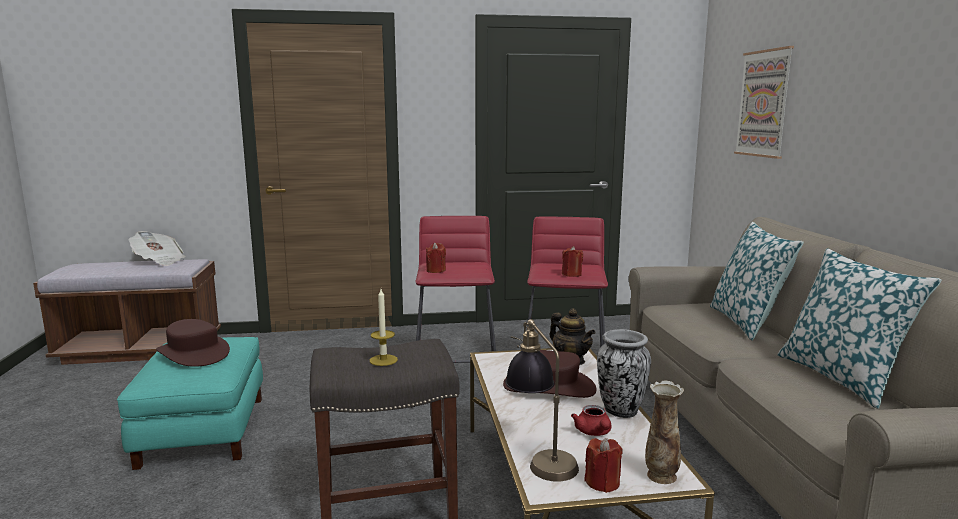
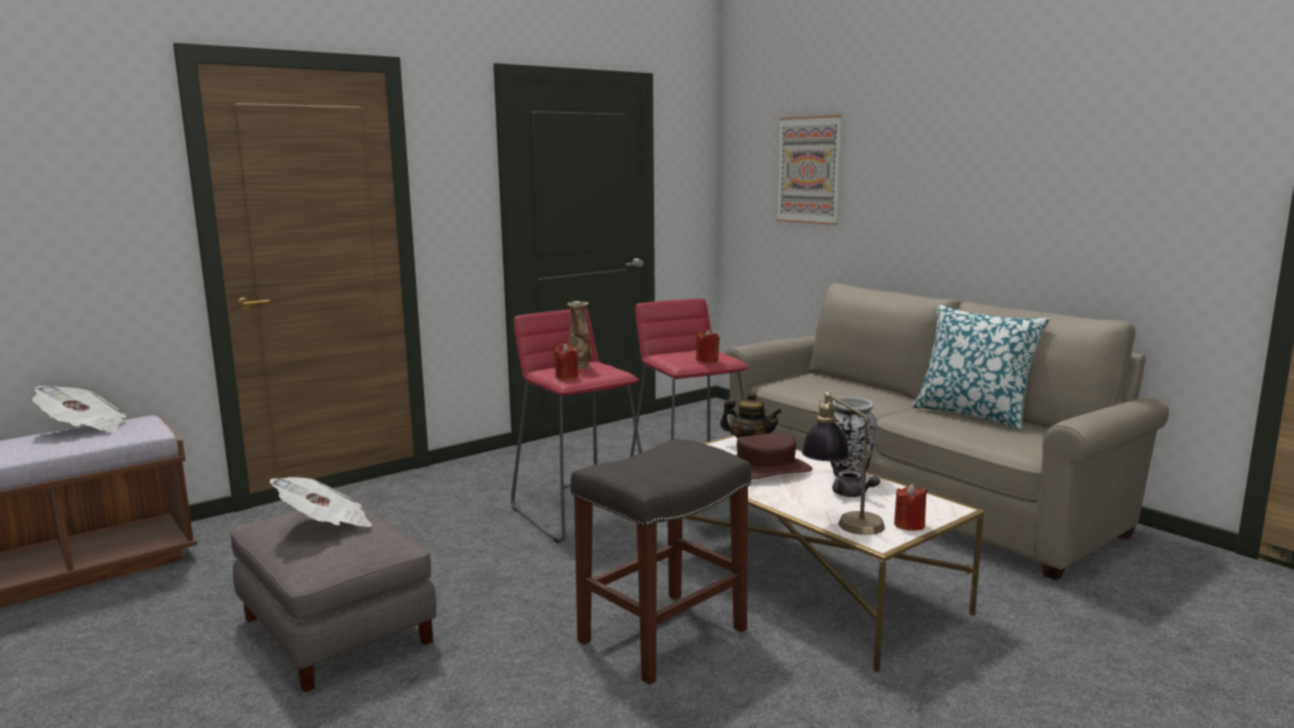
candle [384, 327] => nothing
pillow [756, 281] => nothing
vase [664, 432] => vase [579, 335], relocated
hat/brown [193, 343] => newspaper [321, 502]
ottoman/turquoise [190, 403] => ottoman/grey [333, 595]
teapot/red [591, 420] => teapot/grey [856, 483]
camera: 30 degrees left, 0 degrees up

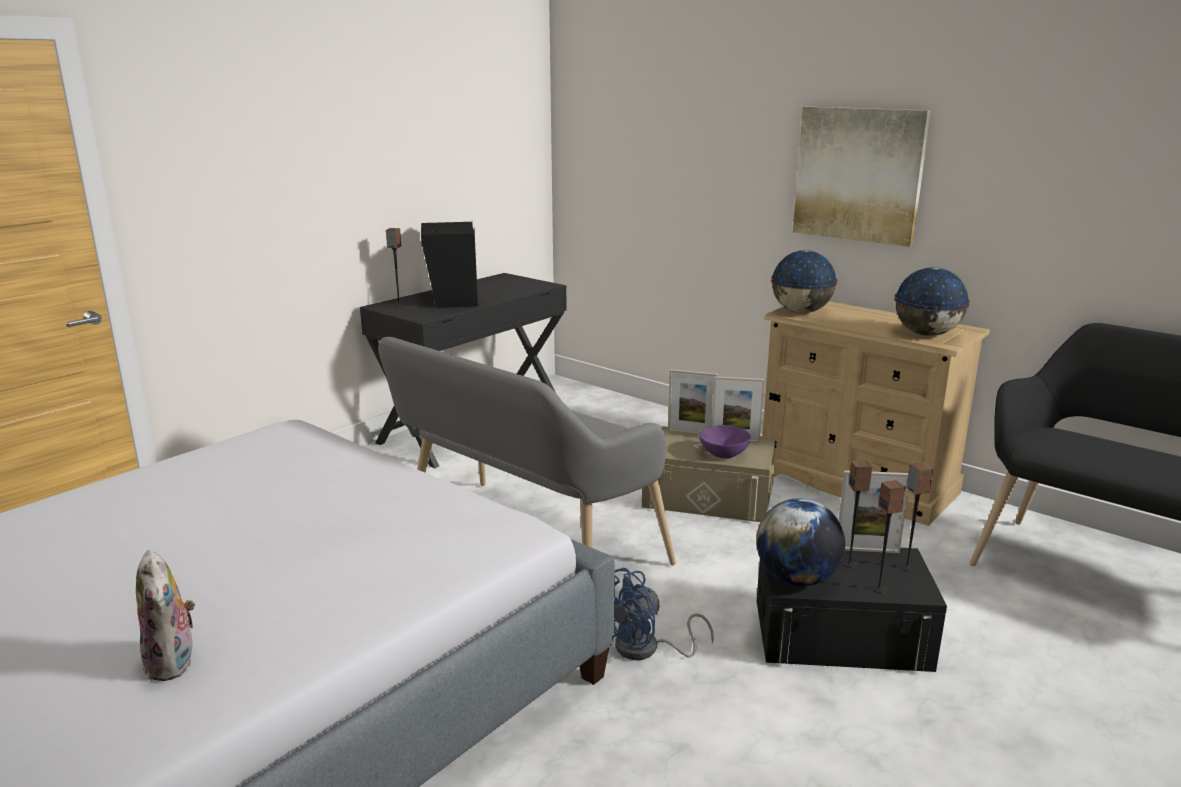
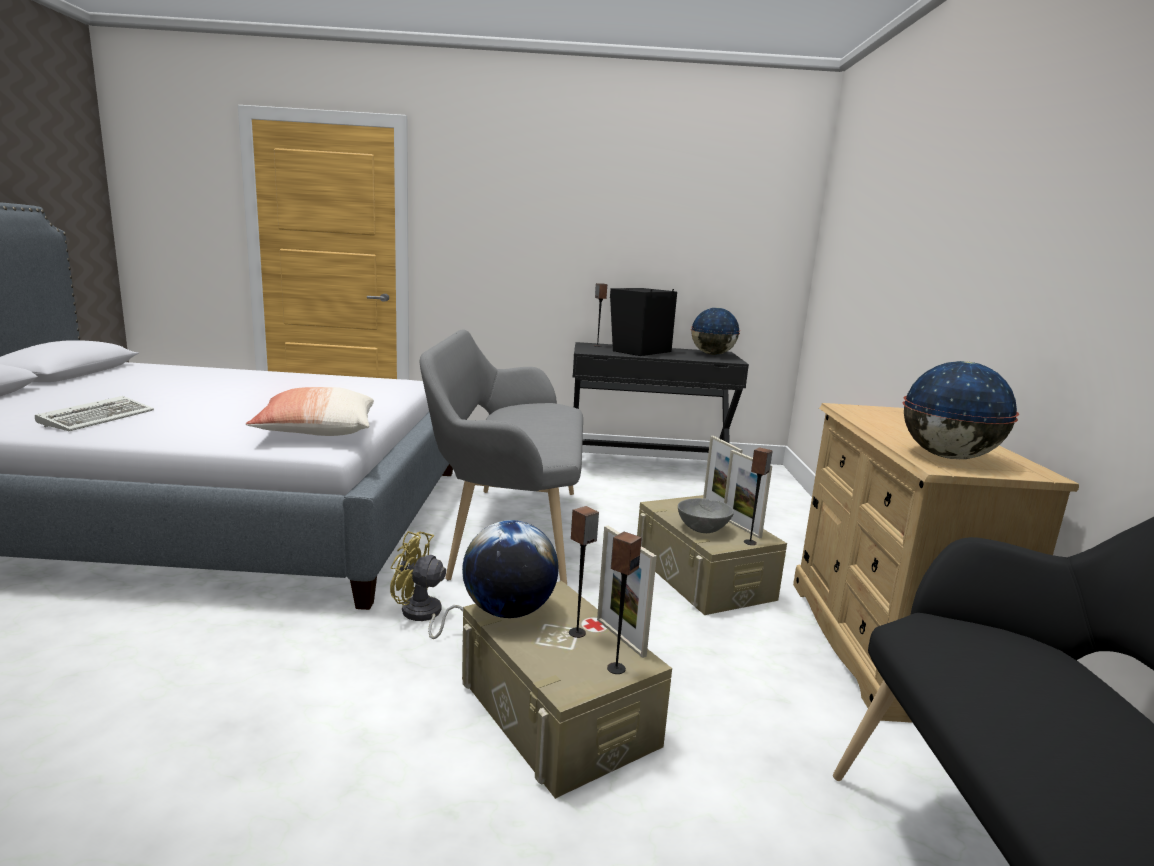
picture [862, 177] => nothing
nothing => pillow [310, 411]
globe [804, 281] => globe [715, 331], relocated
speaker [888, 536] => speaker [758, 496], relocated
plush toy [166, 615] => keyboard [94, 413]
fan/blue [663, 614] => fan/yellow [426, 586]
bowl/purple [725, 441] => bowl/grey [706, 515]
storage box/black [852, 610] => storage box/beige [567, 690]
camera: 50 degrees right, 5 degrees down

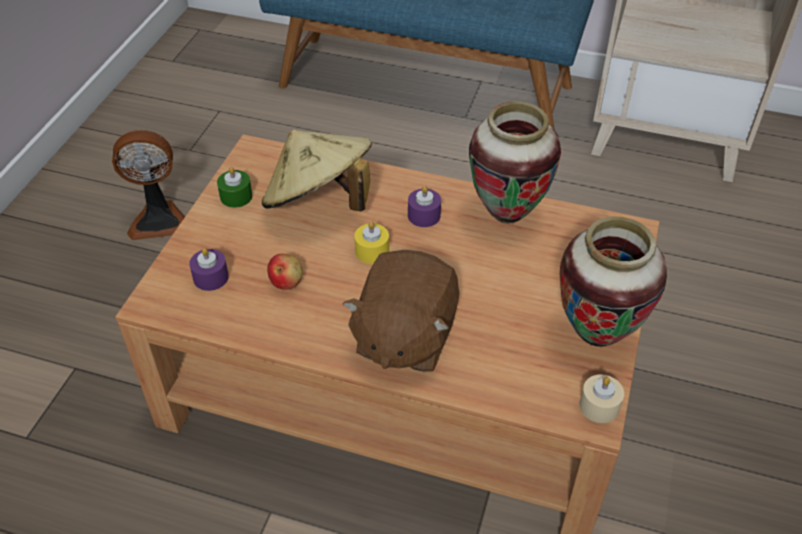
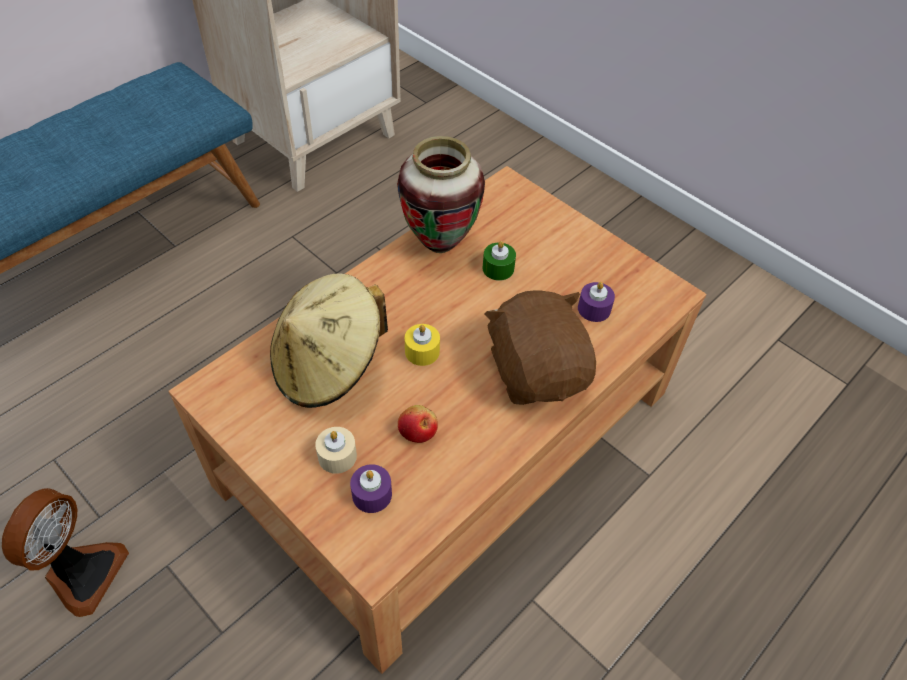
vase [613, 282] => nothing
candle/green [235, 187] => candle/green [499, 261], relocated
candle/purple [424, 206] => candle/purple [596, 302], relocated
candle/beige [601, 398] => candle/beige [336, 450], relocated
plush toy/brown [401, 311] => plush toy/brown [540, 347], 150 degrees counterclockwise
camera: 65 degrees left, 5 degrees up

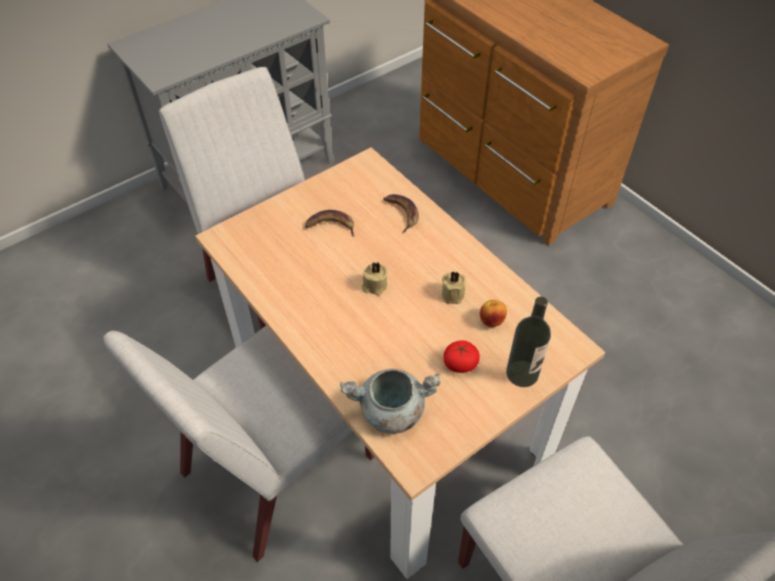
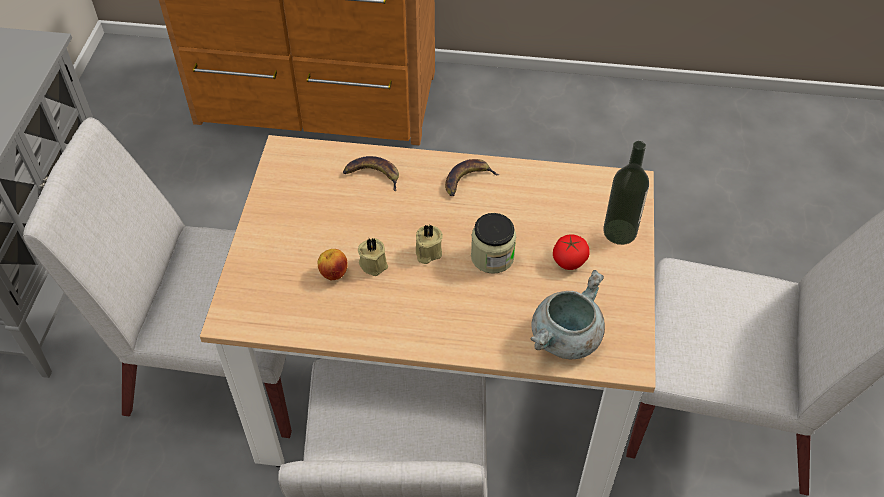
nothing => jar [493, 243]
banana [329, 223] => banana [472, 177], relocated
candle/beige [454, 287] => candle/beige [373, 257], relocated
apple [493, 313] => apple [333, 264], relocated
camera: 45 degrees left, 0 degrees up

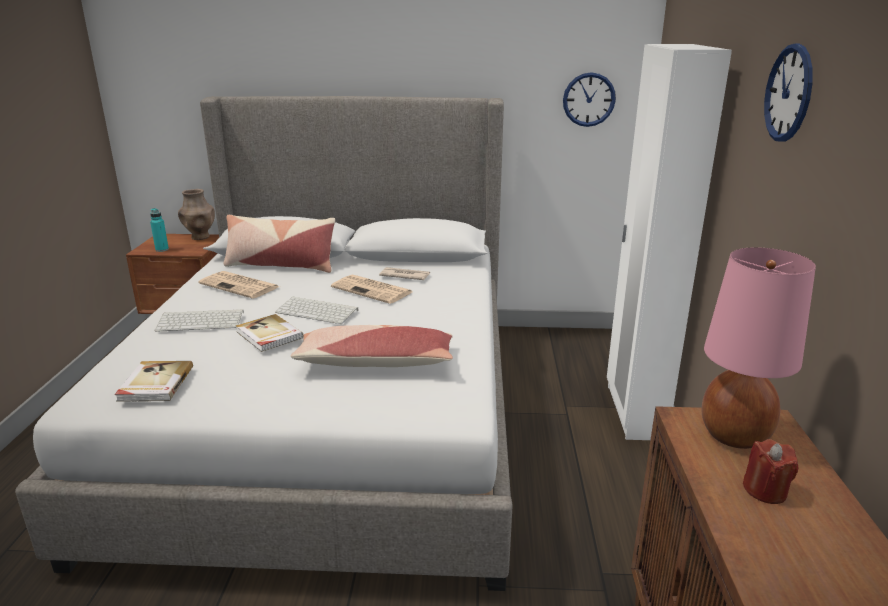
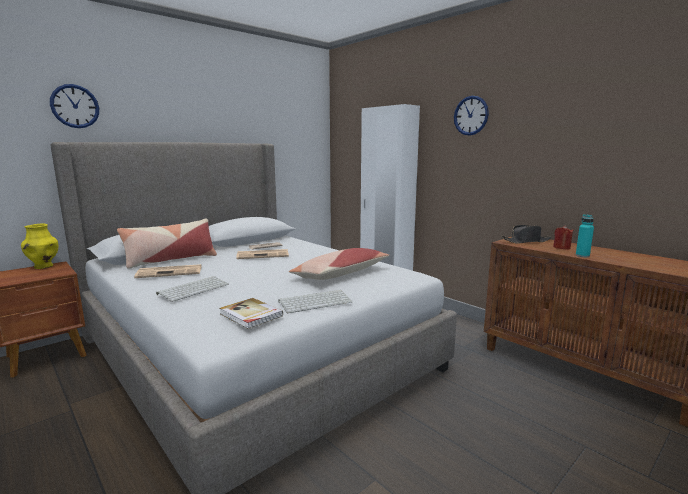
book [269, 333] => nothing
bottle/turquoise [159, 230] => bottle/turquoise [585, 235], relocated
keyboard [316, 310] => keyboard [315, 301], relocated
wall clock [589, 99] => wall clock [74, 106], relocated
table lamp/pink [759, 348] => hat/black [526, 234]
vase/brown [196, 214] => vase/yellow [39, 246]
camera: 45 degrees left, 10 degrees down

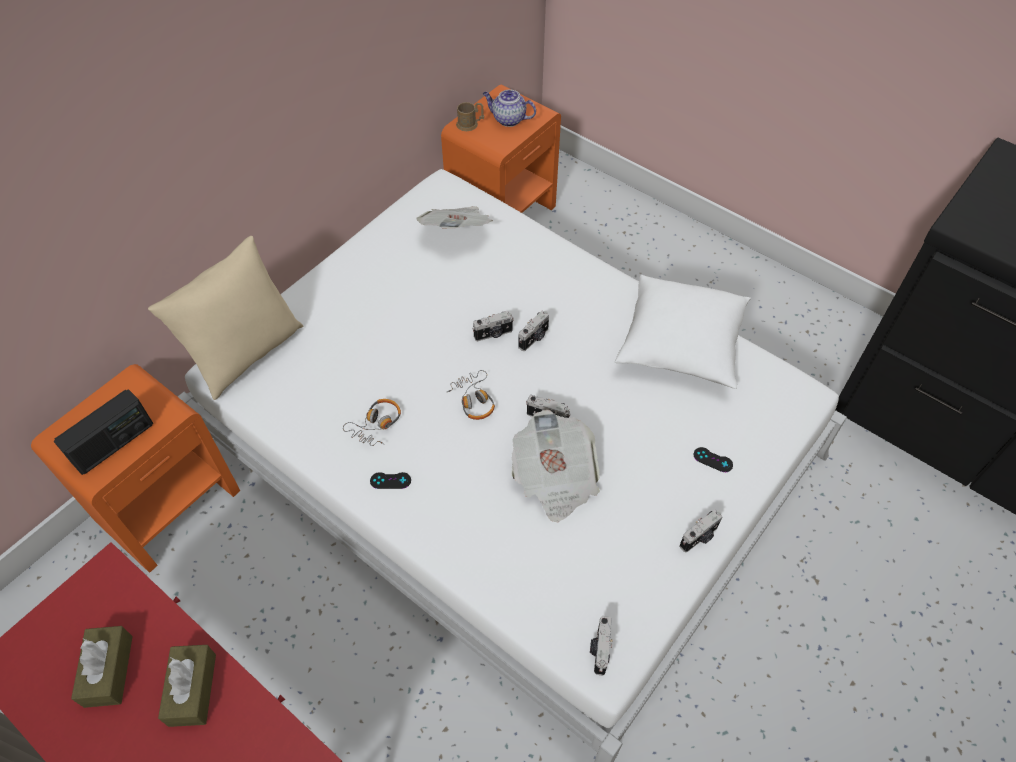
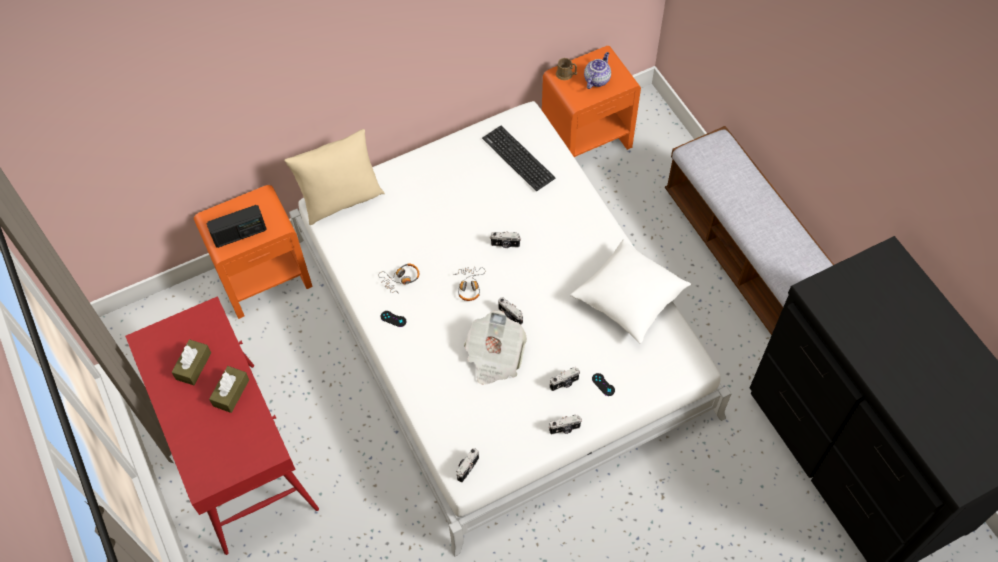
nothing => bench [749, 230]
photo camera [533, 331] => photo camera [564, 379], relocated
newspaper [455, 217] => keyboard [518, 158]
teapot [509, 108] => teapot [597, 70], 75 degrees clockwise
camera: 25 degrees right, 5 degrees up

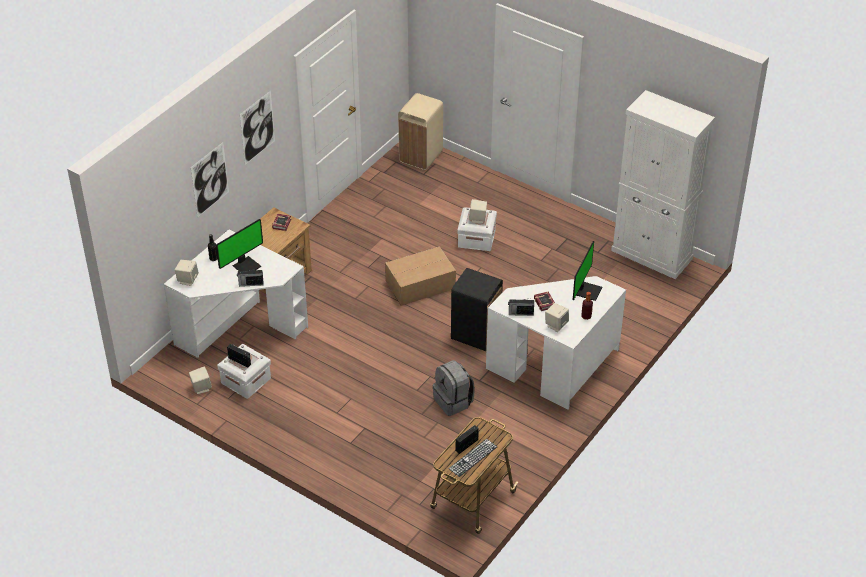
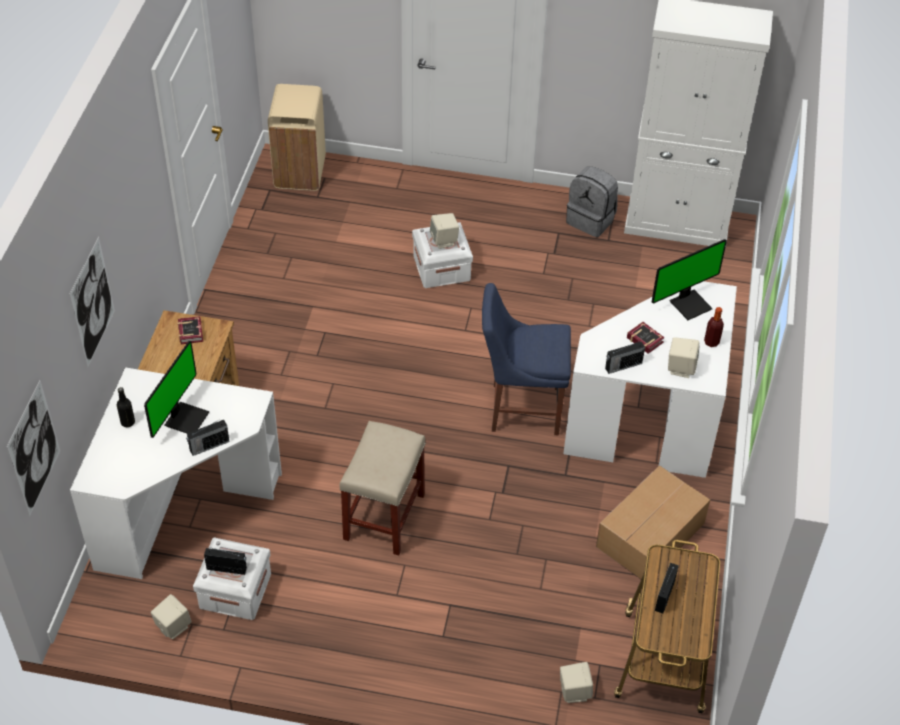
keyboard [472, 458] => nothing
nothing => stool/beige [383, 488]
speaker/beige [187, 273] => speaker/beige [576, 682], relocated
picture [257, 128] => picture [33, 448], relocated
cardboard box [420, 276] => cardboard box [653, 522], relocated
backpack/grey [454, 388] => backpack/grey [592, 201], relocated
trash can/black [477, 309] => chair/blue [526, 359]
monitor [587, 271] => monitor [689, 279], 60 degrees clockwise
camera: 25 degrees left, 5 degrees up

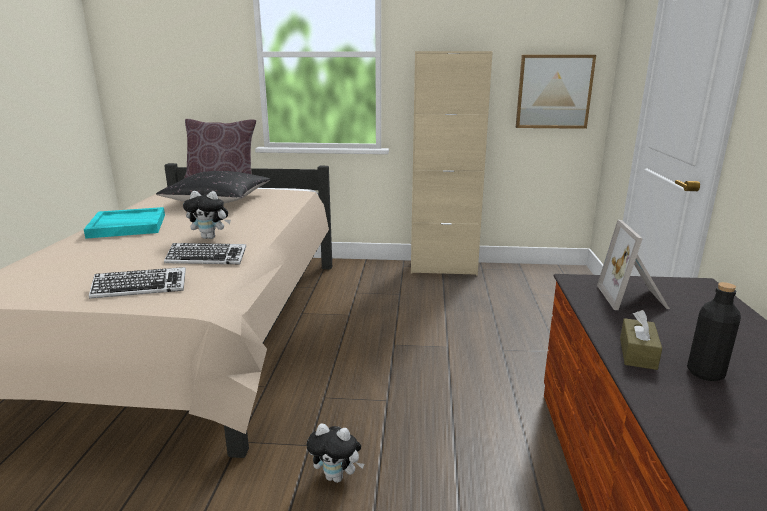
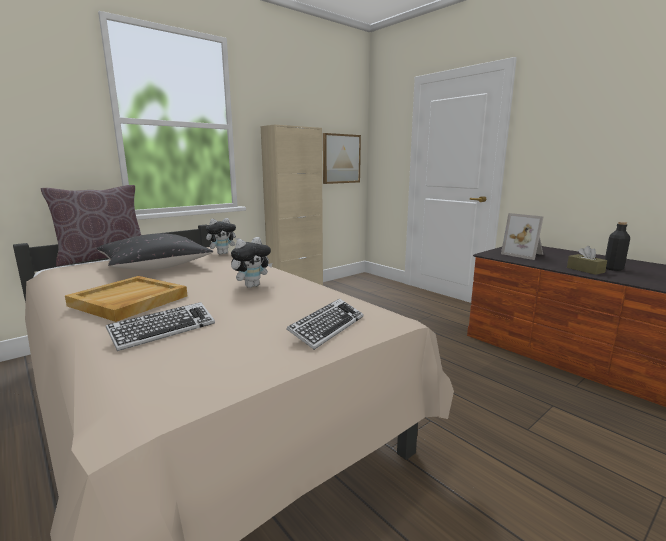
keyboard [205, 253] => keyboard [160, 326], relocated
plush toy [336, 453] => plush toy [223, 236], relocated
tray/turquoise [124, 223] => tray/beige [126, 299]
camera: 45 degrees left, 5 degrees down

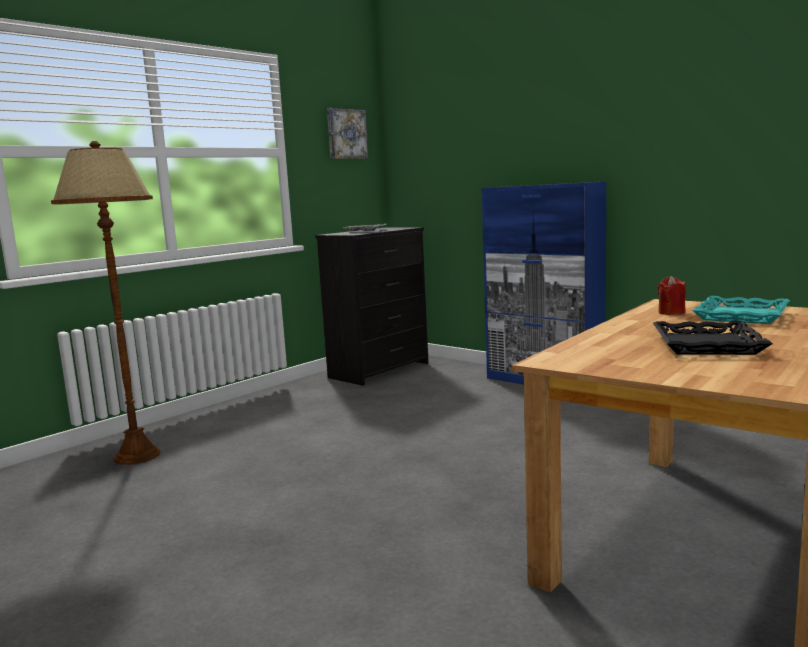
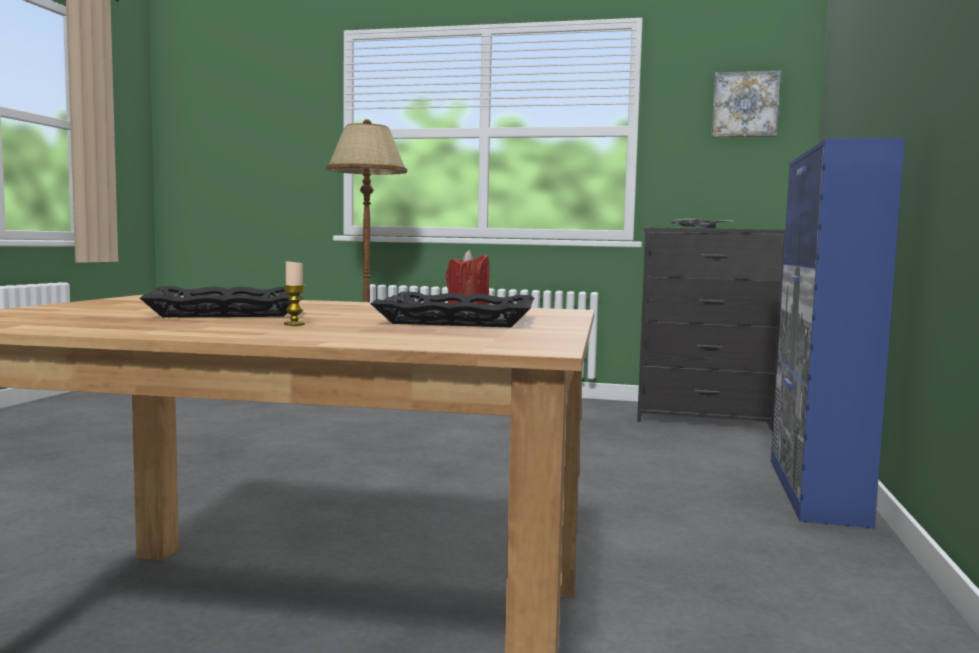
nothing => candle [294, 292]
tray/turquoise [741, 310] => tray/black [452, 310]
camera: 60 degrees right, 5 degrees down

